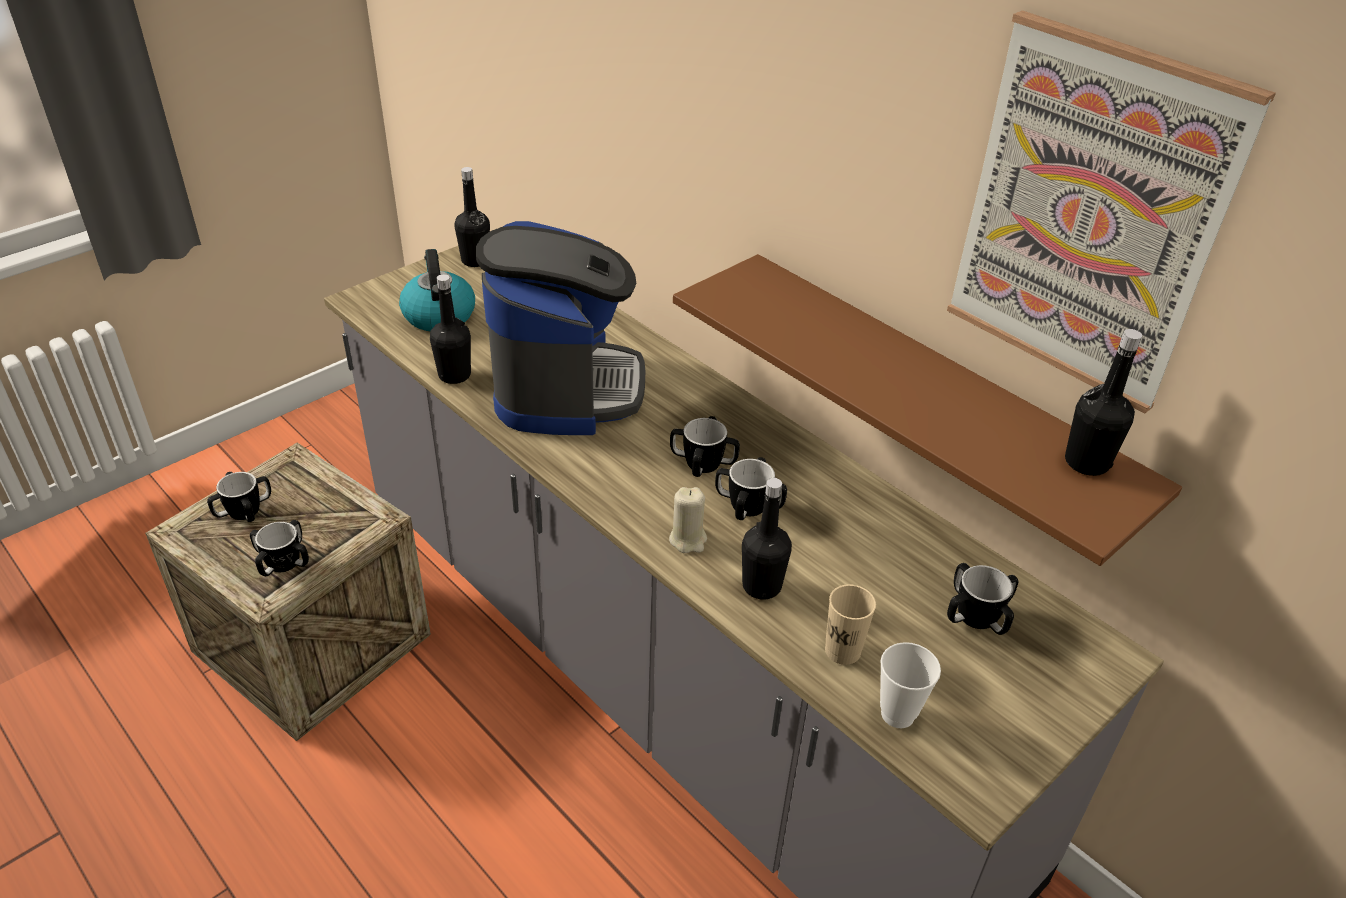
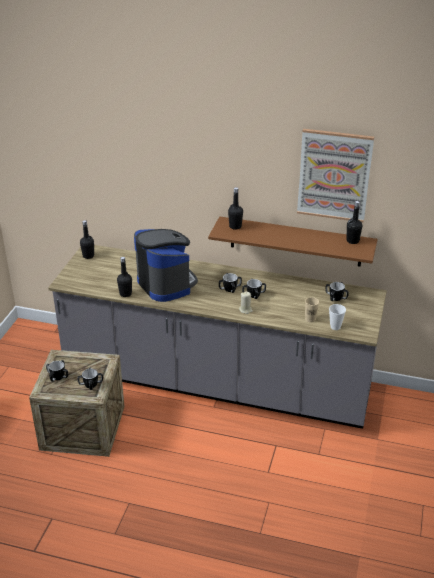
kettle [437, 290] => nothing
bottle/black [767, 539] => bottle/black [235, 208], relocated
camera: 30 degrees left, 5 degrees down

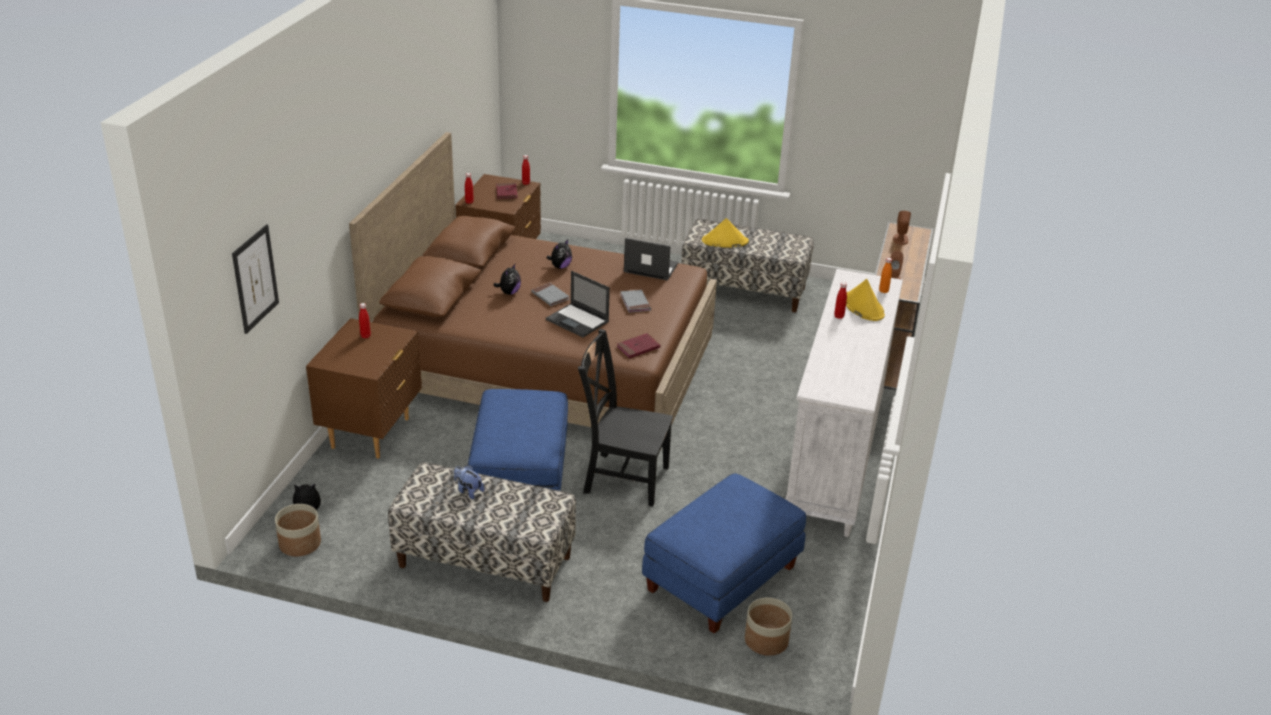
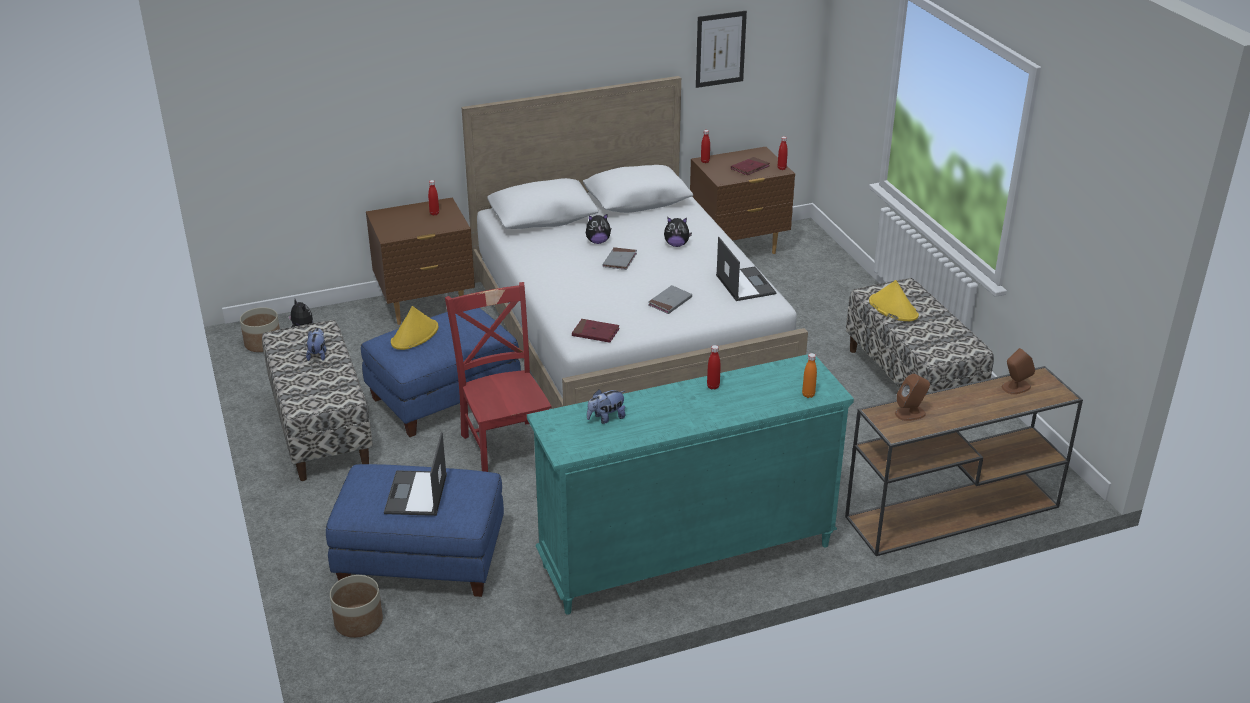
nothing => plush toy [606, 406]
picture [255, 279] => picture [721, 49], relocated
laptop [578, 304] => laptop [415, 474], relocated
hat/yellow [865, 300] => hat/yellow [415, 328], relocated
bed/brown [533, 290] => bed/white [635, 242]
chair/black [625, 418] => chair/red [498, 377]
dresser/white [844, 403] => dresser/turquoise [690, 484]
camera: 55 degrees right, 0 degrees up

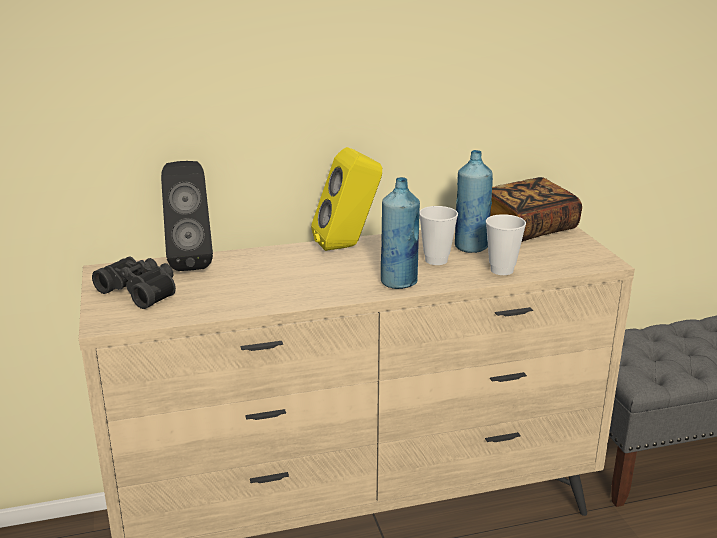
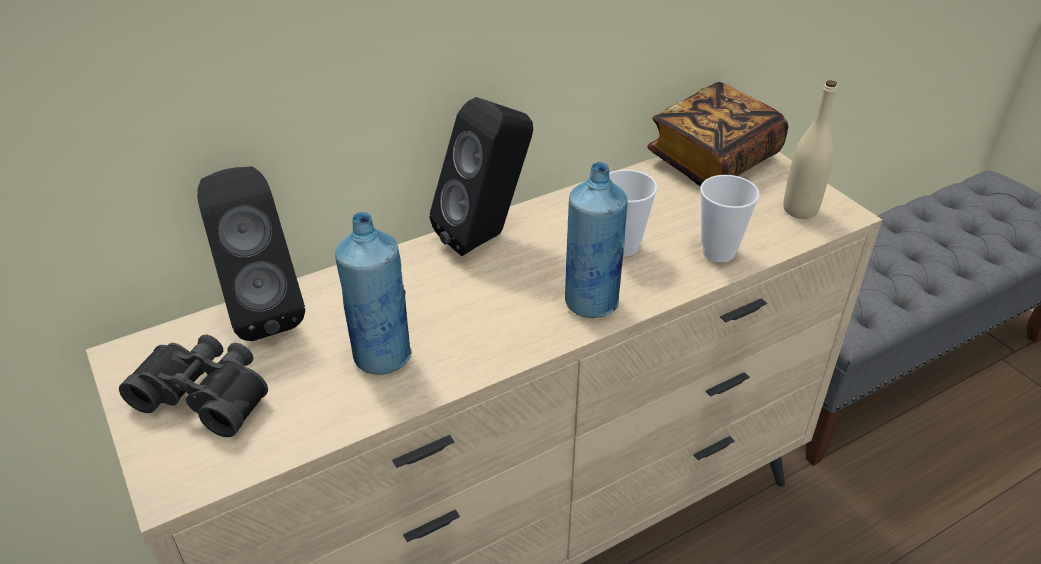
nothing => bottle/beige [810, 149]
bottle/blue [474, 201] => bottle/blue [373, 293], relocated
speaker/yellow [346, 199] => speaker/black [481, 176]
camera: 15 degrees left, 15 degrees up

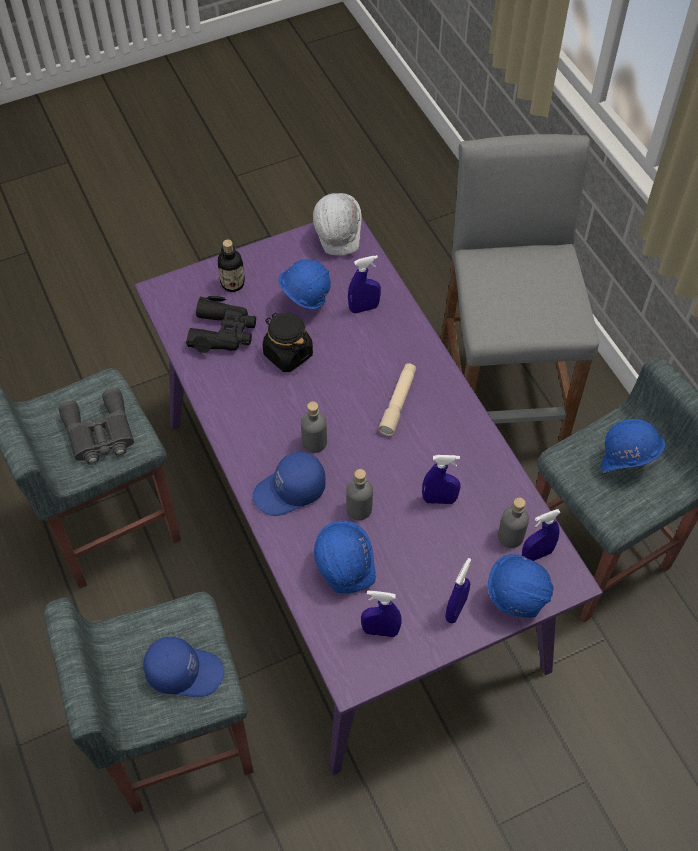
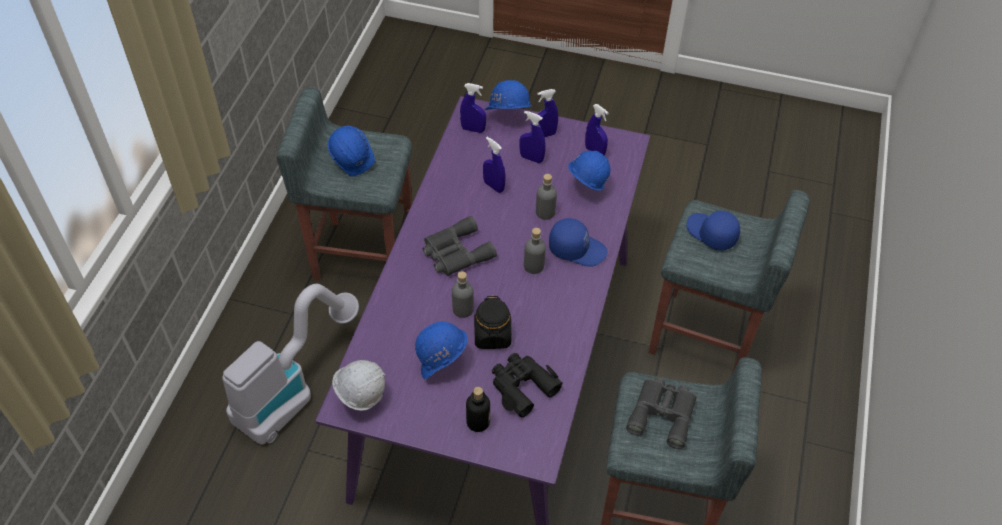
spray bottle/blue [364, 284] => spray bottle/blue [533, 137], relocated
bottle/grey [513, 523] => bottle/grey [463, 294], relocated
flashlight/beige [397, 399] => binoculars/grey [460, 246]
stool/grey [519, 288] => vacuum cleaner [290, 364]
camera: 140 degrees left, 5 degrees down

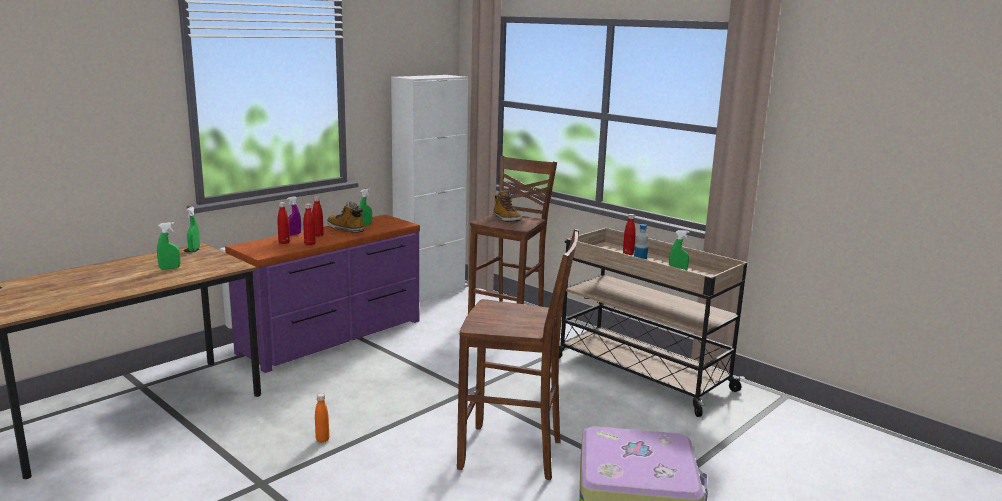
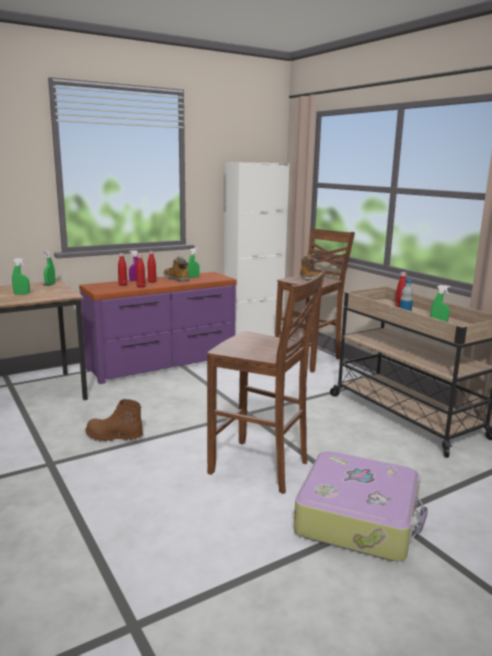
bottle/orange [322, 418] => boot/brown [114, 420]
camera: 15 degrees right, 0 degrees up

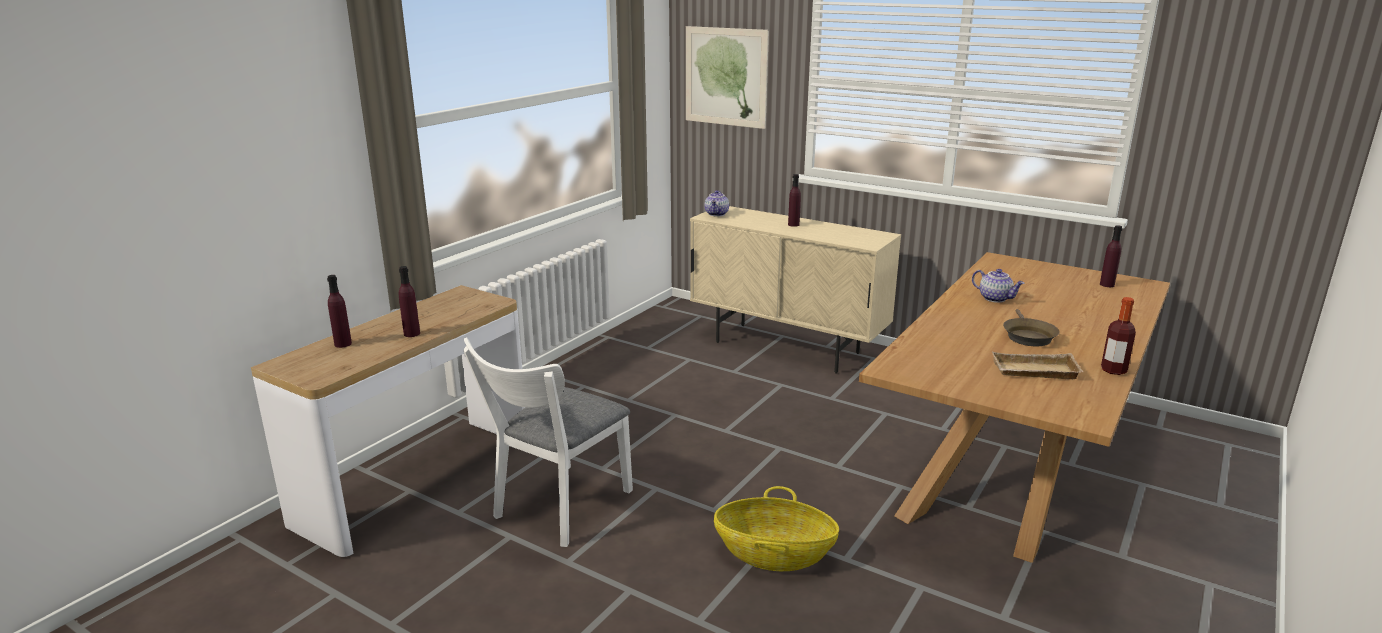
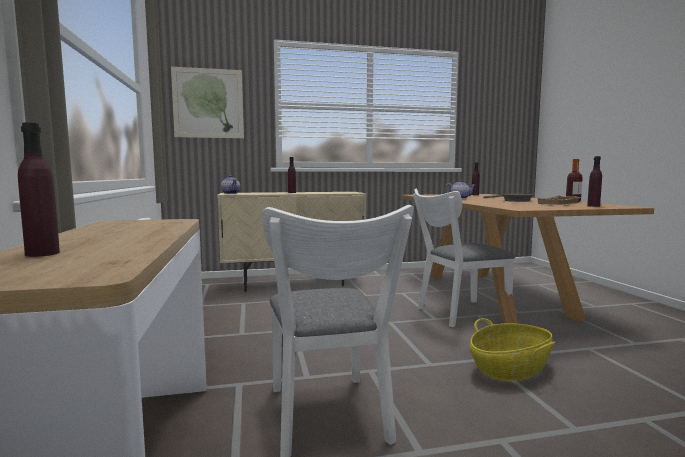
nothing => chair/white [464, 257]
bottle/purple [409, 301] => bottle/purple [594, 181], relocated
camera: 45 degrees left, 15 degrees down

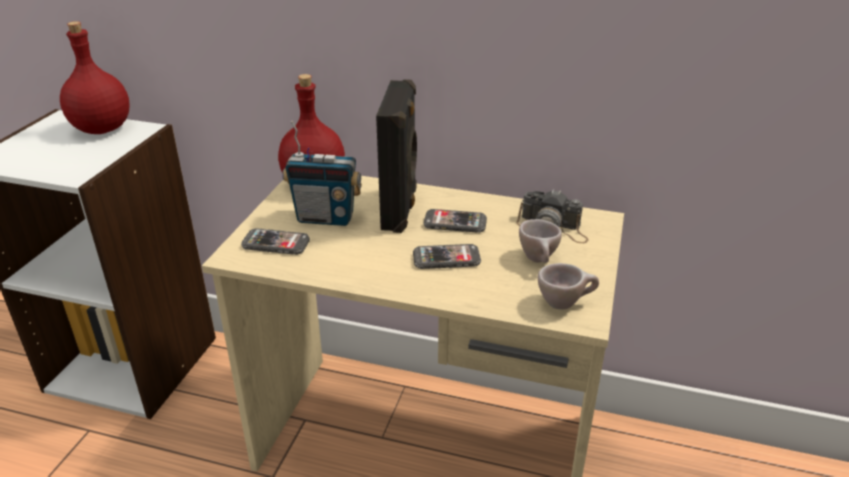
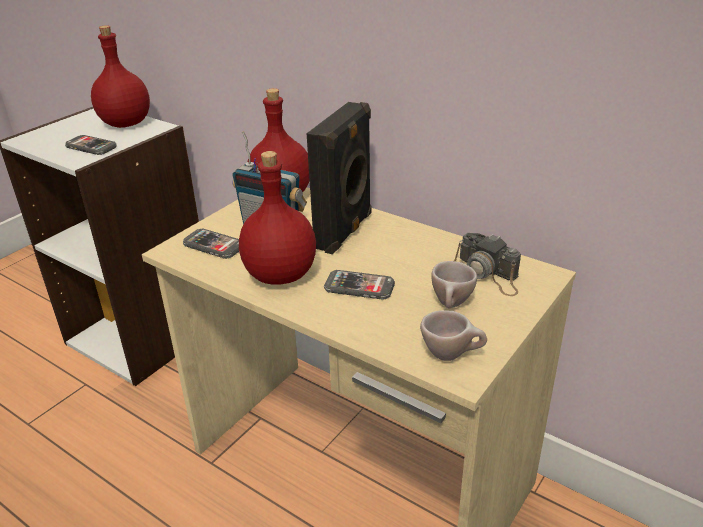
nothing => bottle/red [277, 218]
phone [455, 221] => phone [91, 145], relocated
camera: 20 degrees right, 0 degrees up

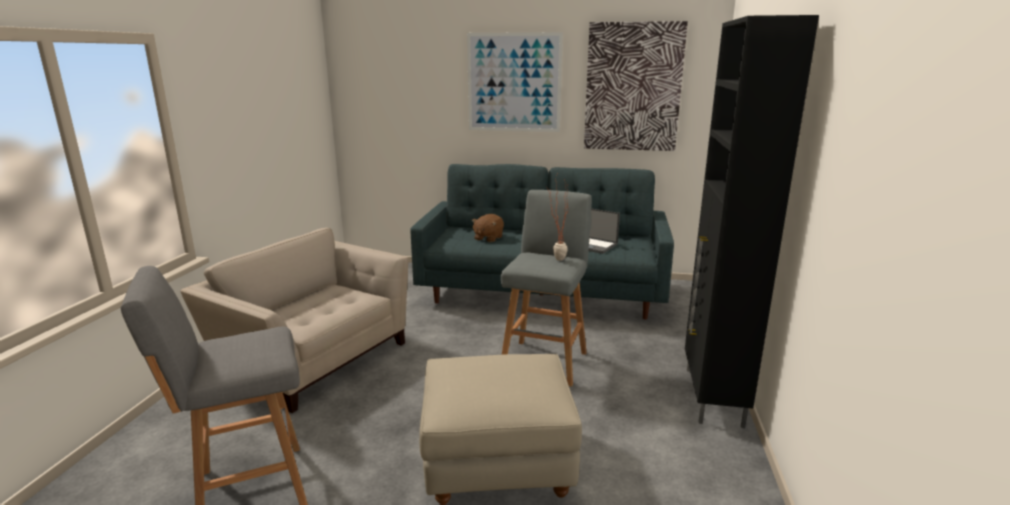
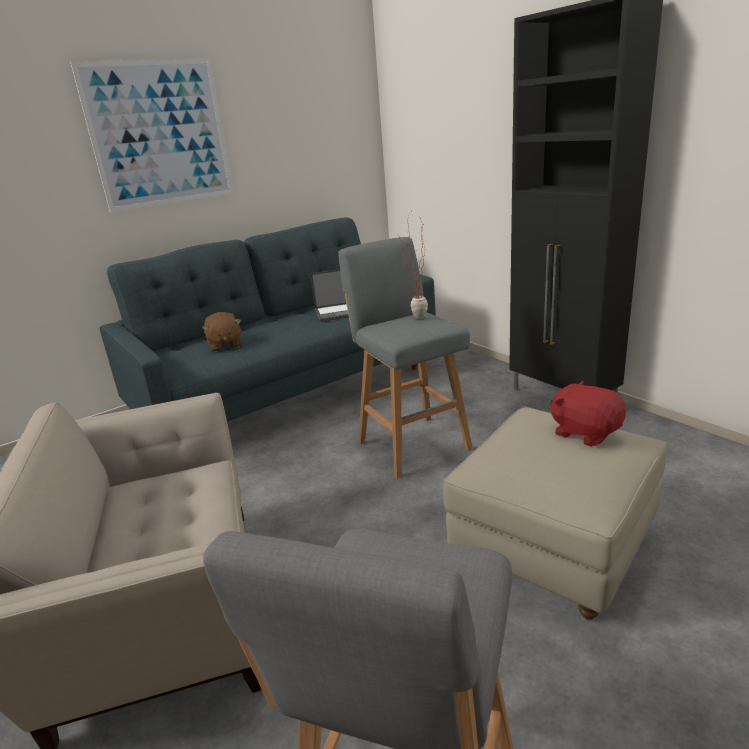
picture [636, 86] => nothing
nothing => plush toy/red [588, 414]
camera: 45 degrees left, 5 degrees up

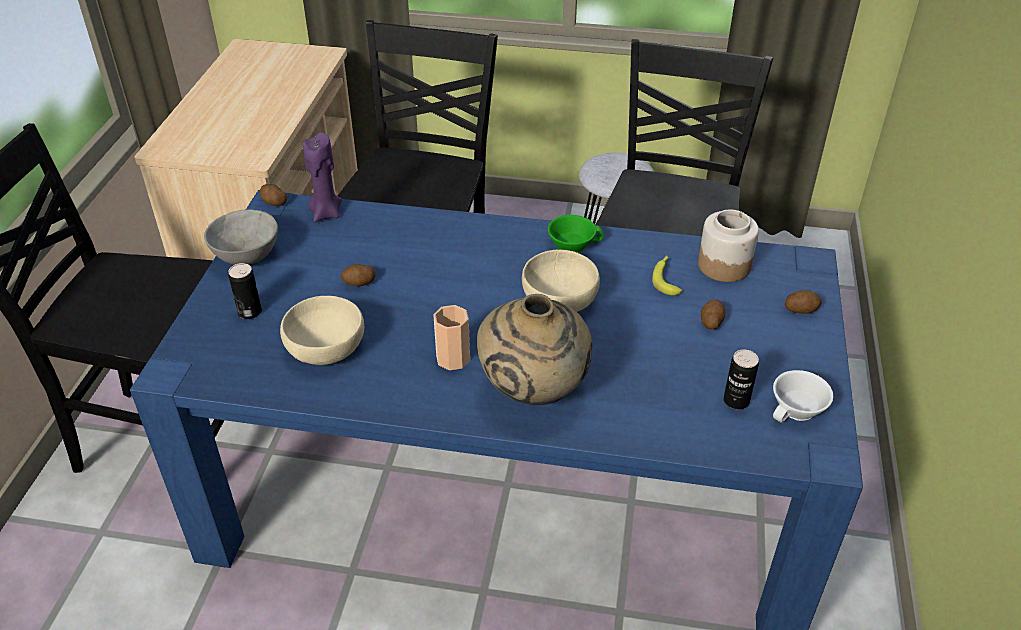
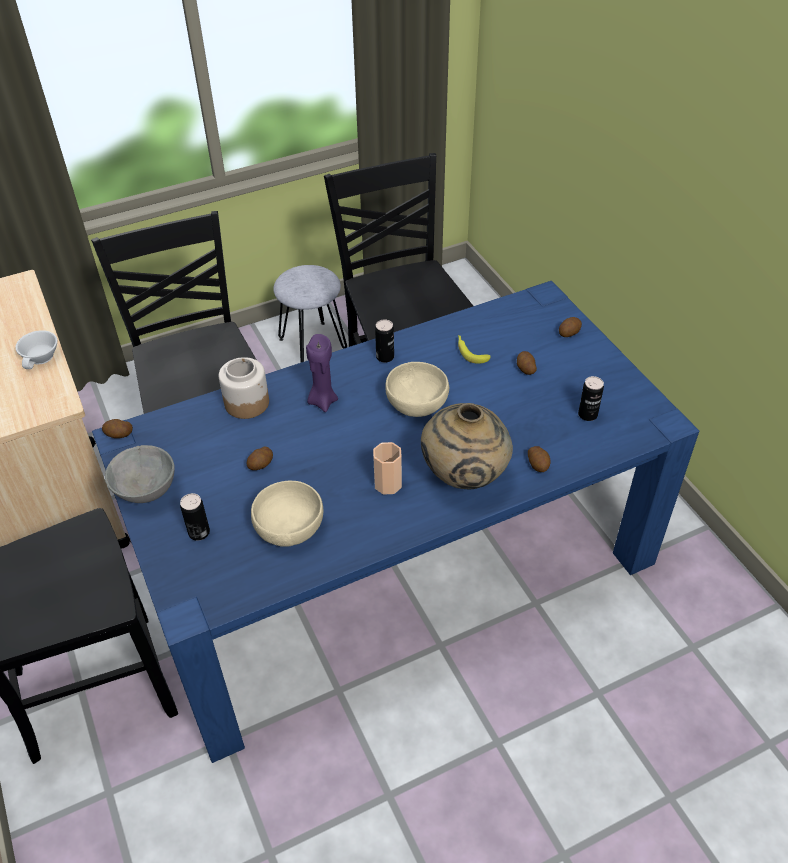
nothing => potato [539, 459]
candle/purple [322, 177] => candle/purple [322, 373], relocated
jar [728, 245] => jar [244, 388], relocated
cup/white [803, 396] => cup/white [36, 349], relocated
cup/green [576, 234] => can [384, 341]
camera: 35 degrees left, 5 degrees up

